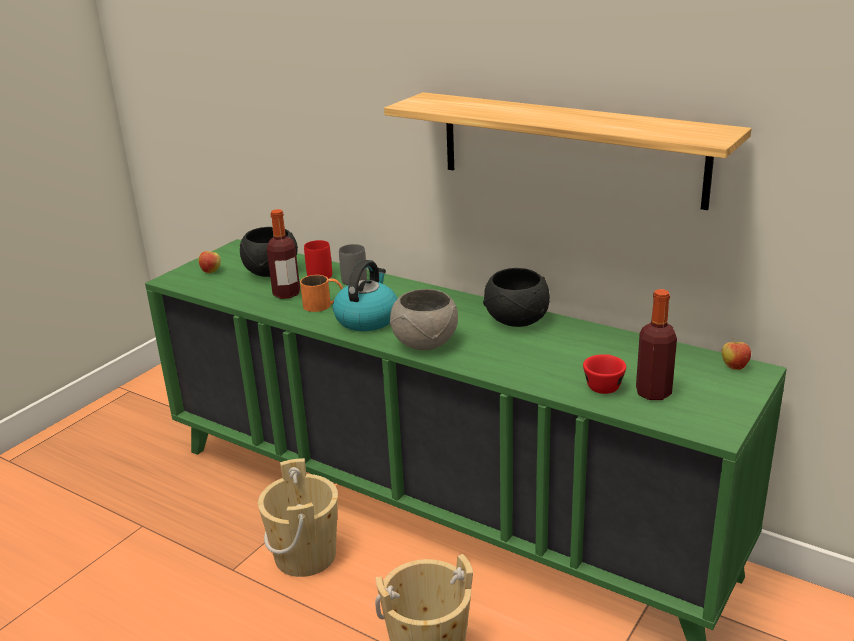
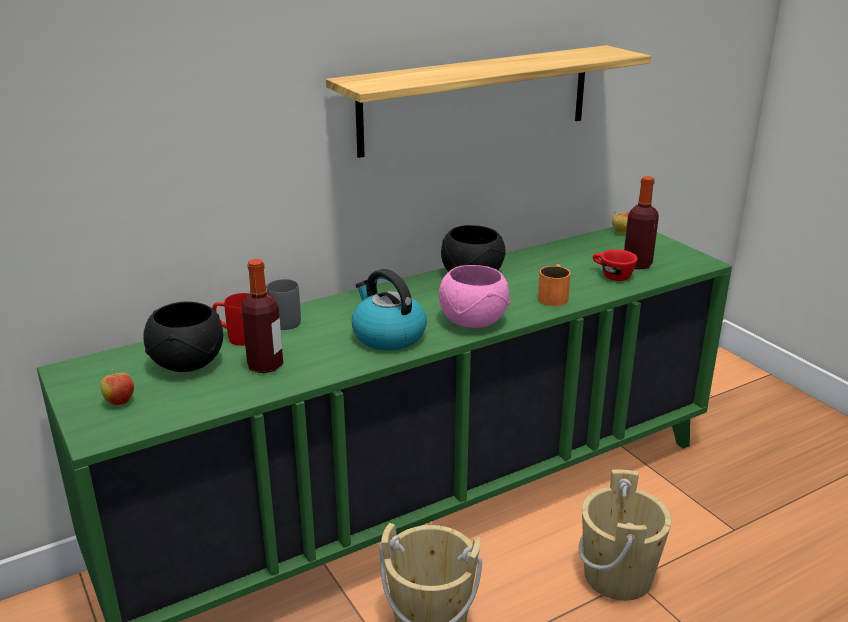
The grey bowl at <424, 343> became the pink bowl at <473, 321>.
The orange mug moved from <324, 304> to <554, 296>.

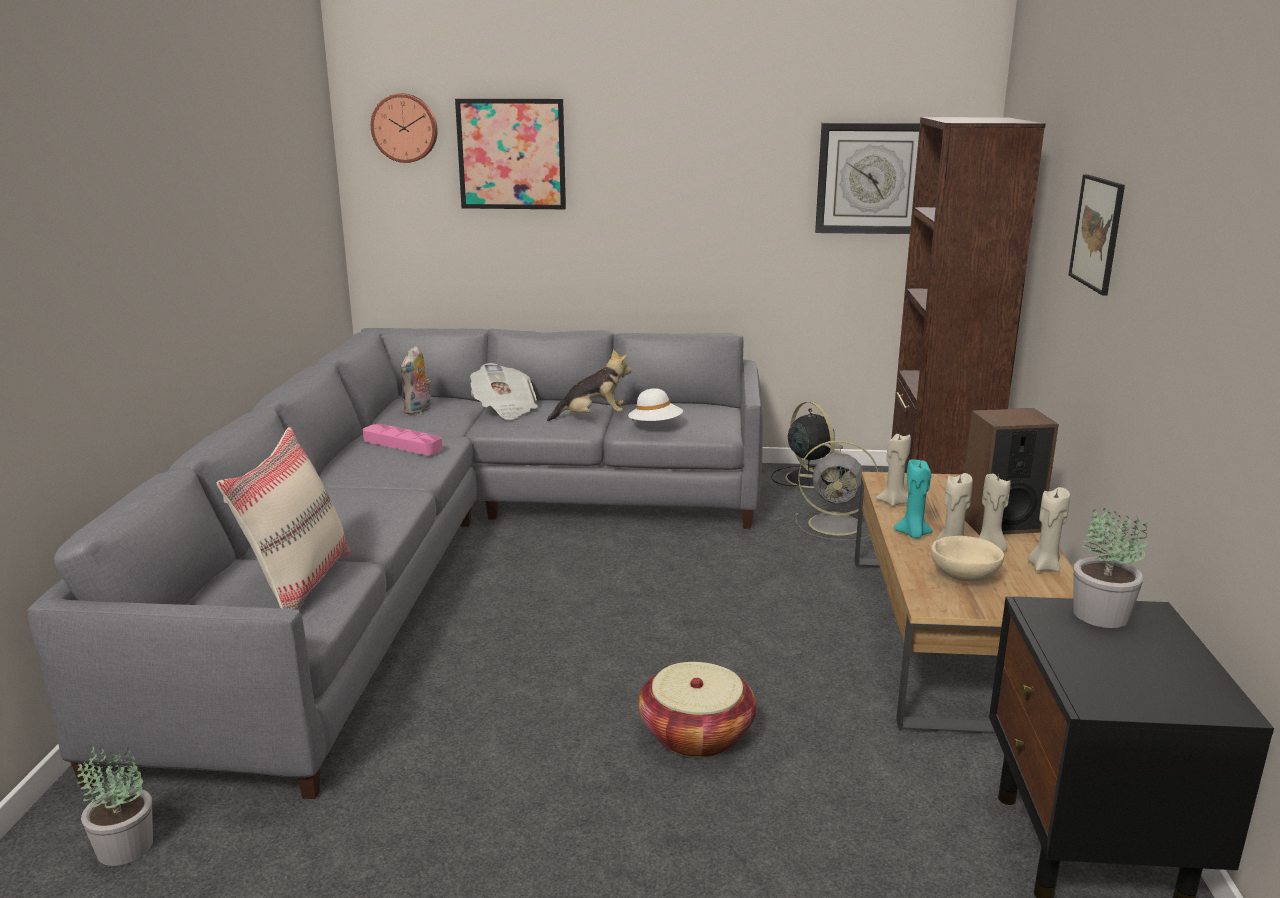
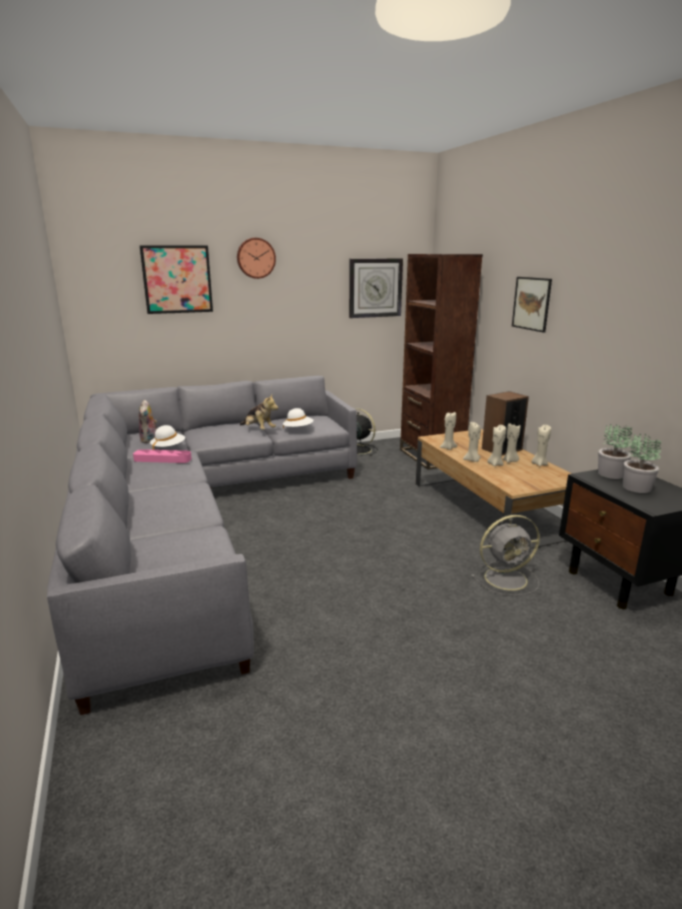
The white hat at <168, 448> appeared.
The wall clock moved from <405, 128> to <255, 258>.
The plush toy at <592, 417> turned 75 degrees clockwise.
The turquoise candle at <913, 534> became the beige candle at <472, 460>.
The grey fan moved from <837, 525> to <507, 578>.
The potted plant moved from <123, 847> to <636, 488>.
The beige pillow at <299, 583> disappeared.
The newspaper at <504, 409> disappeared.
The basket at <696, 734> disappeared.
The beige bowl at <965, 576> disappeared.

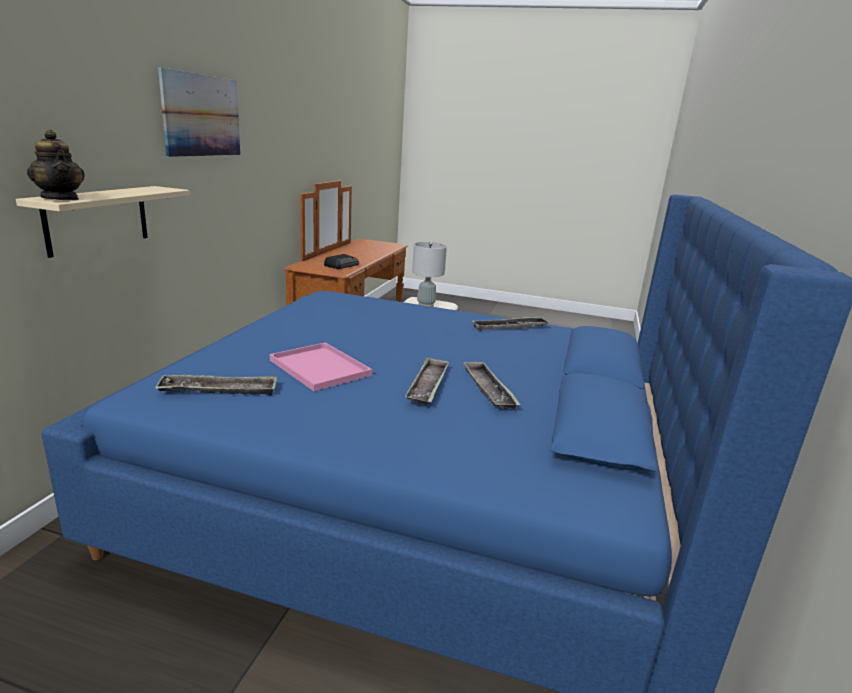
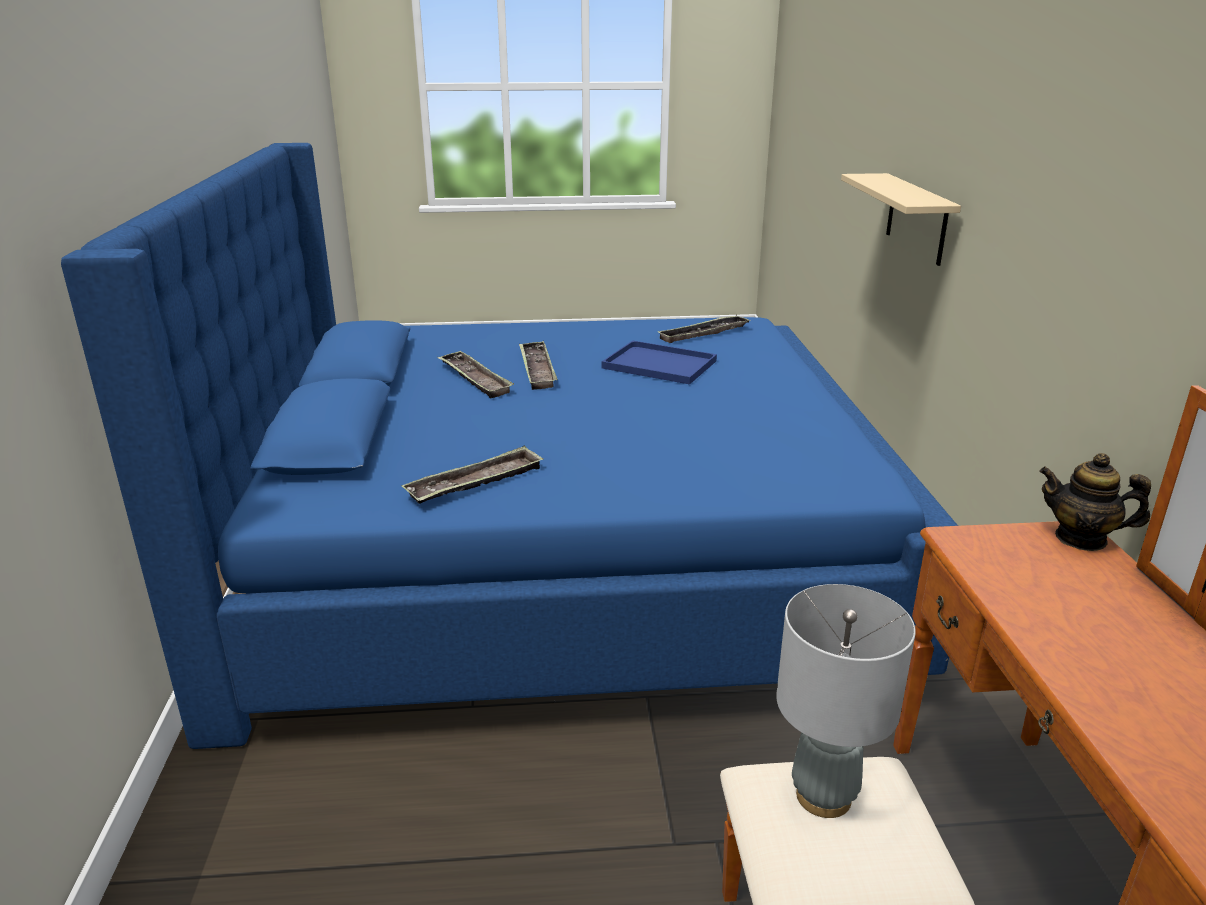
The pink tray at <318, 367> became the blue tray at <661, 364>.
The teapot moved from <61, 198> to <1081, 538>.
The picture at <202, 115> disappeared.
The radio at <342, 265> disappeared.

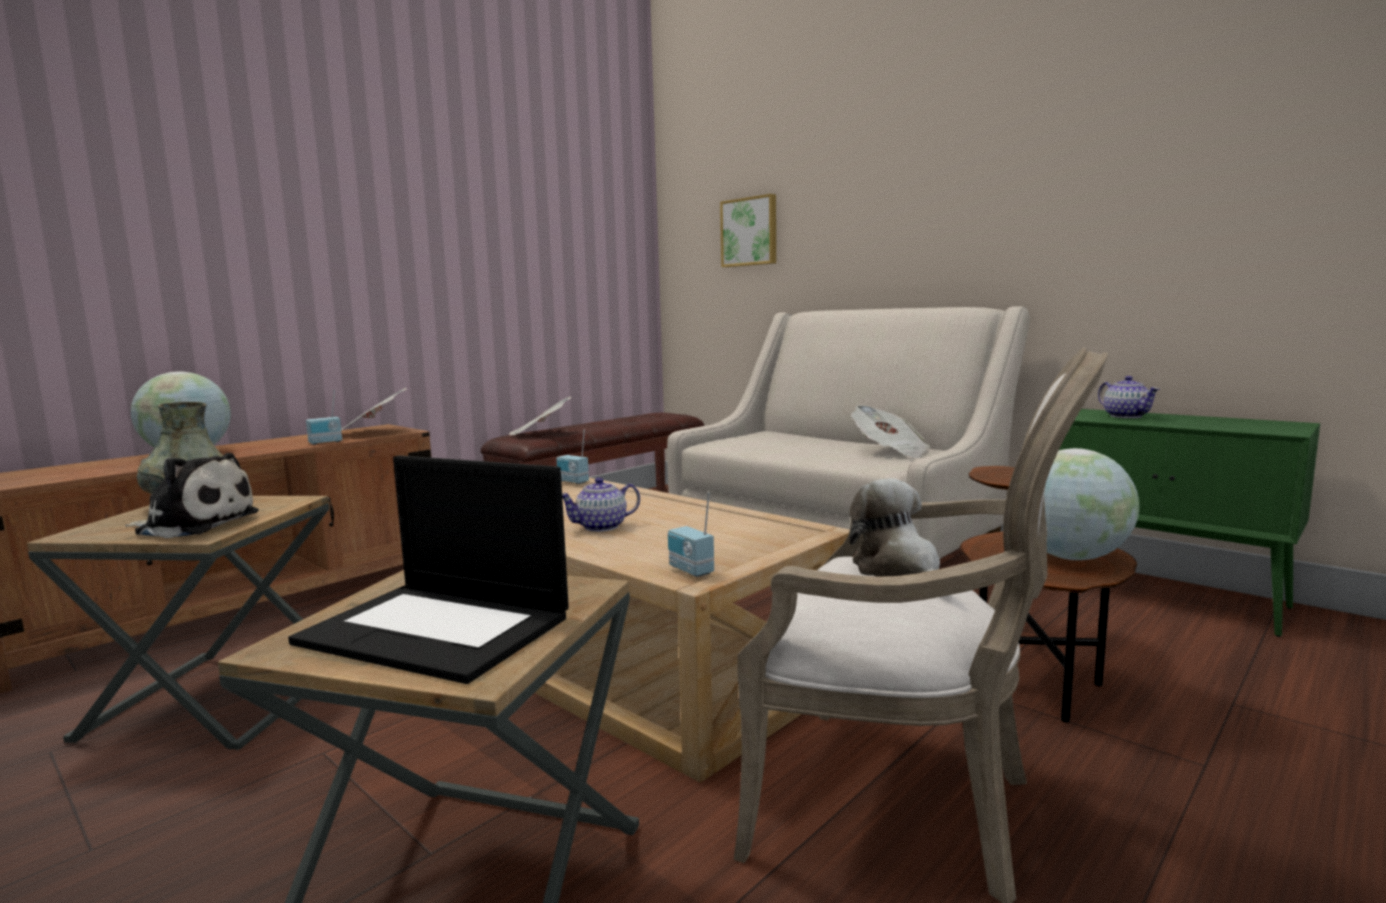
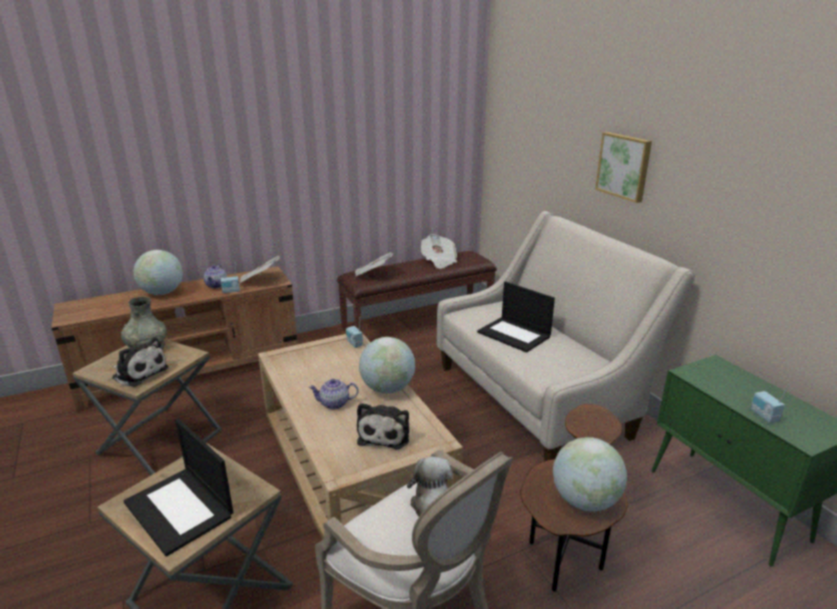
The teapot moved from <1125, 416> to <217, 285>.
The plush toy at <385, 434> appeared.
The globe at <387, 388> appeared.
The newspaper moved from <890, 452> to <438, 261>.
The laptop at <515, 334> appeared.
The picture moved from <750, 232> to <624, 166>.
The radio moved from <690, 570> to <763, 416>.

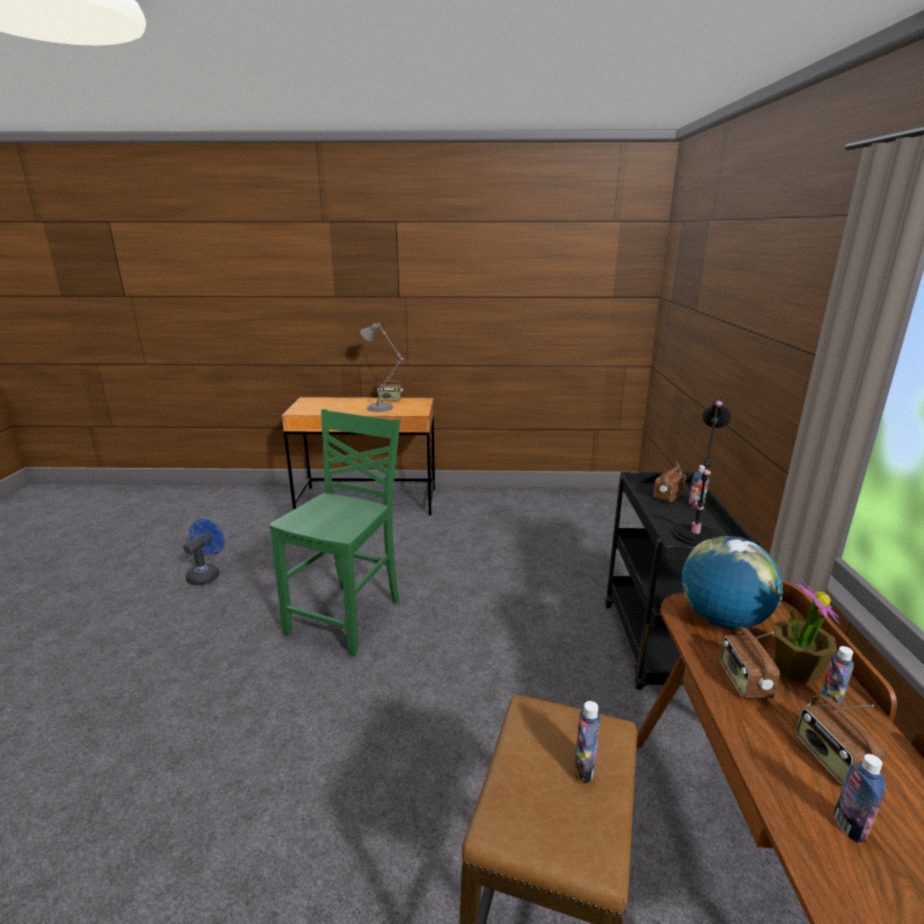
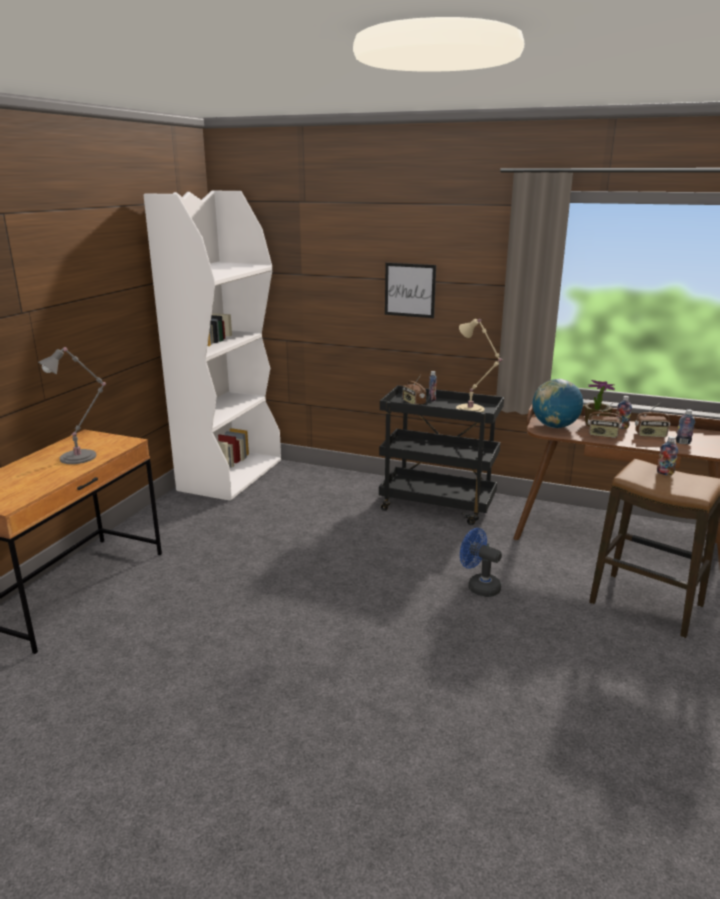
The white bookcase at <231, 474> appeared.
The picture at <410, 290> appeared.
The black table lamp at <694, 537> became the beige table lamp at <472, 410>.
The blue fan moved from <206, 574> to <479, 586>.
The green chair at <348, 616> disappeared.
The radio at <390, 399> disappeared.

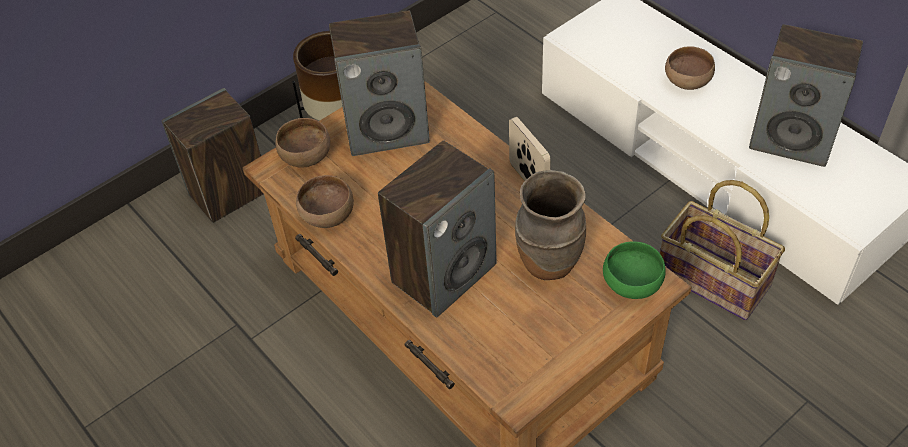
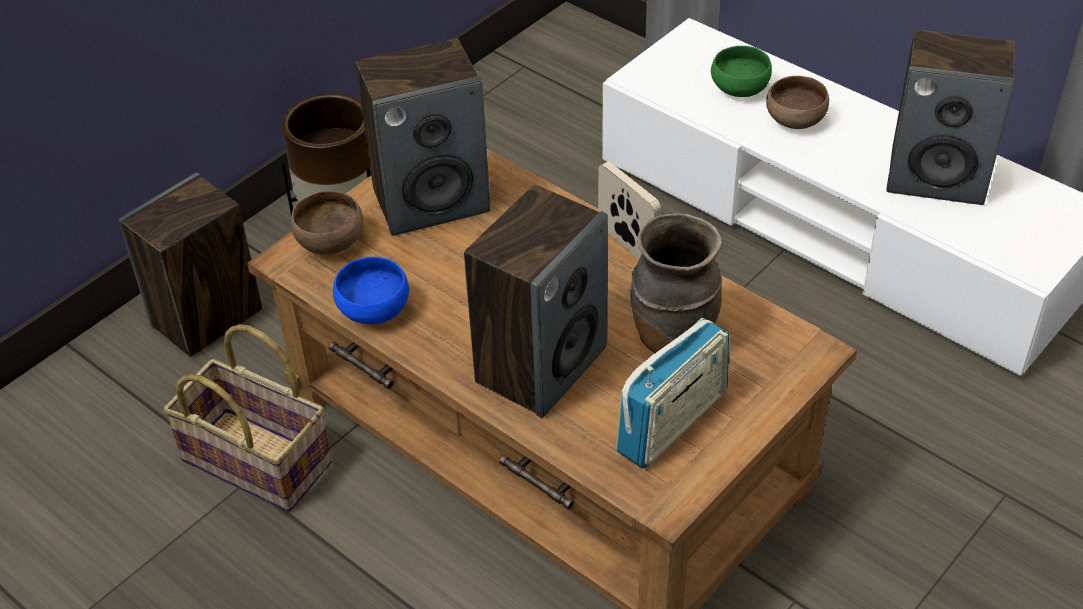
The basket moved from <714, 278> to <259, 460>.
The brown bowl at <326, 215> became the blue bowl at <372, 310>.
The radio at <672, 423> appeared.
The green bowl moved from <631, 284> to <738, 89>.

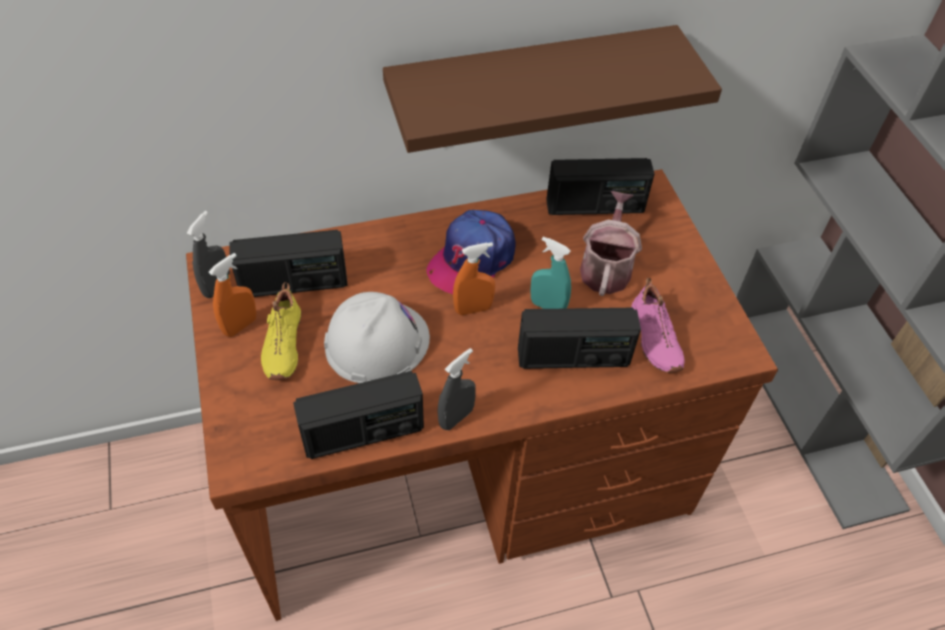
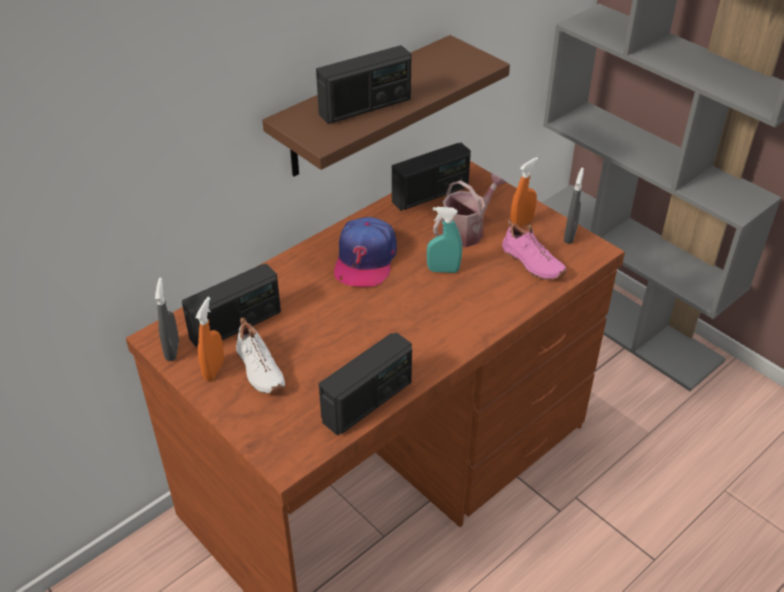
The yellow shoe at <281, 344> became the white shoe at <258, 370>.
The radio moved from <573, 357> to <365, 107>.
The watering can at <606, 267> turned 60 degrees clockwise.
The orange spray bottle moved from <473, 309> to <521, 223>.
The grey spray bottle moved from <456, 417> to <570, 236>.
The white hard hat at <377, 341> disappeared.

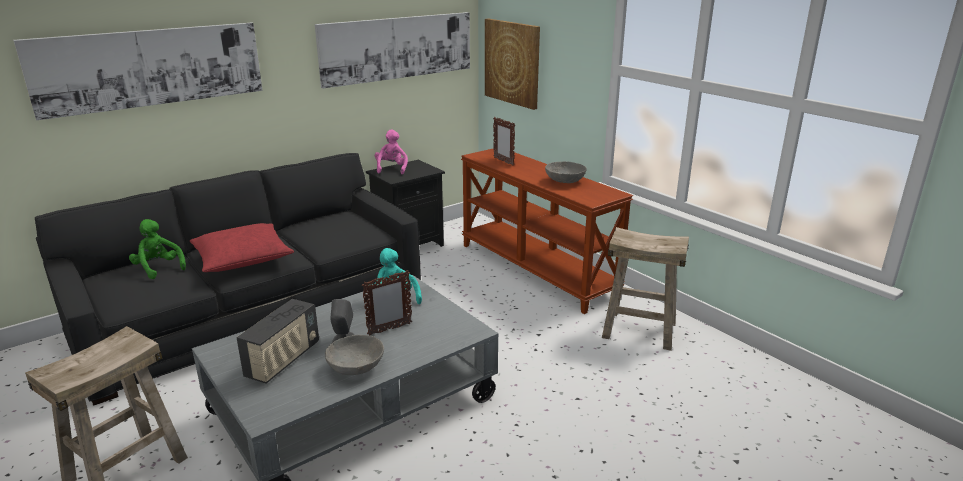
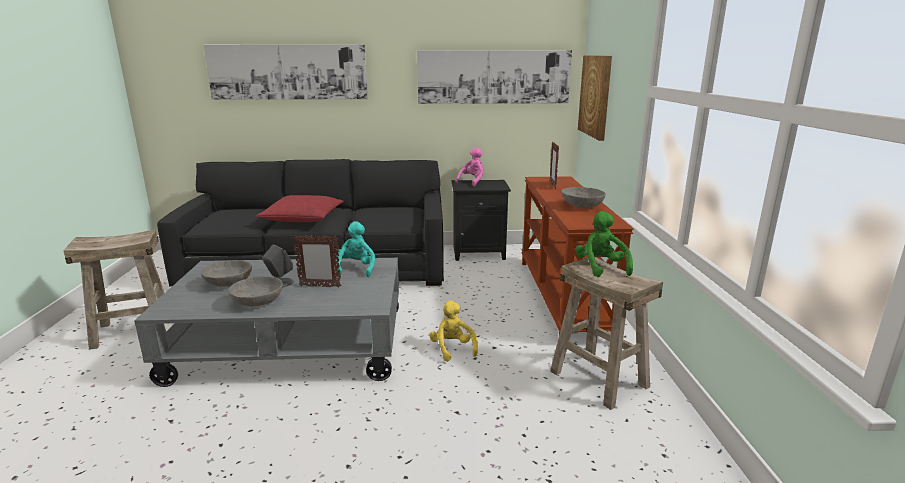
The radio at <283, 360> was replaced by the grey bowl at <228, 283>.
The yellow plush toy at <452, 349> appeared.
The green plush toy moved from <158, 268> to <600, 268>.

